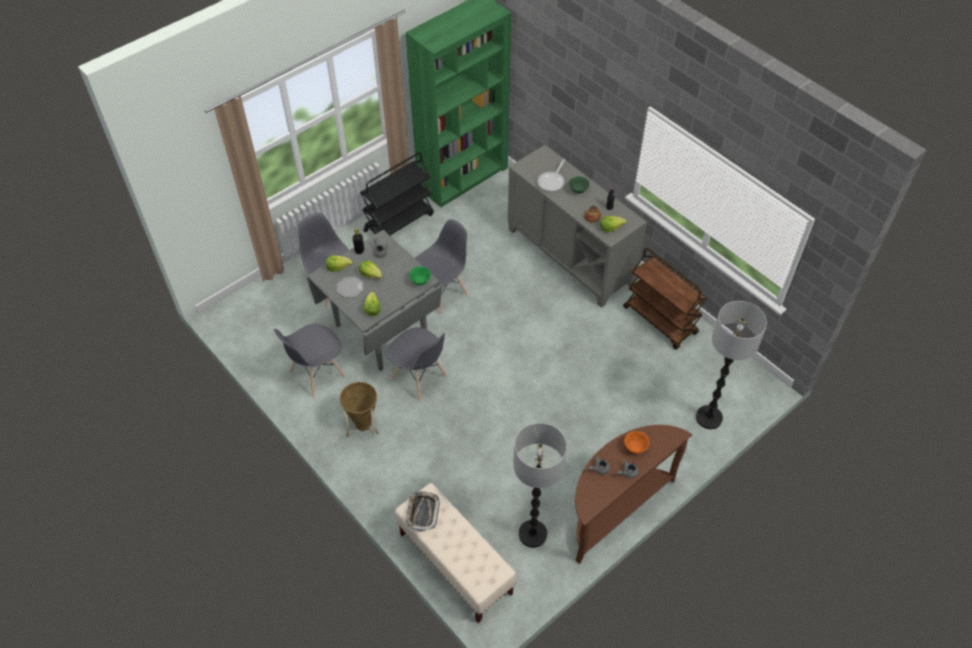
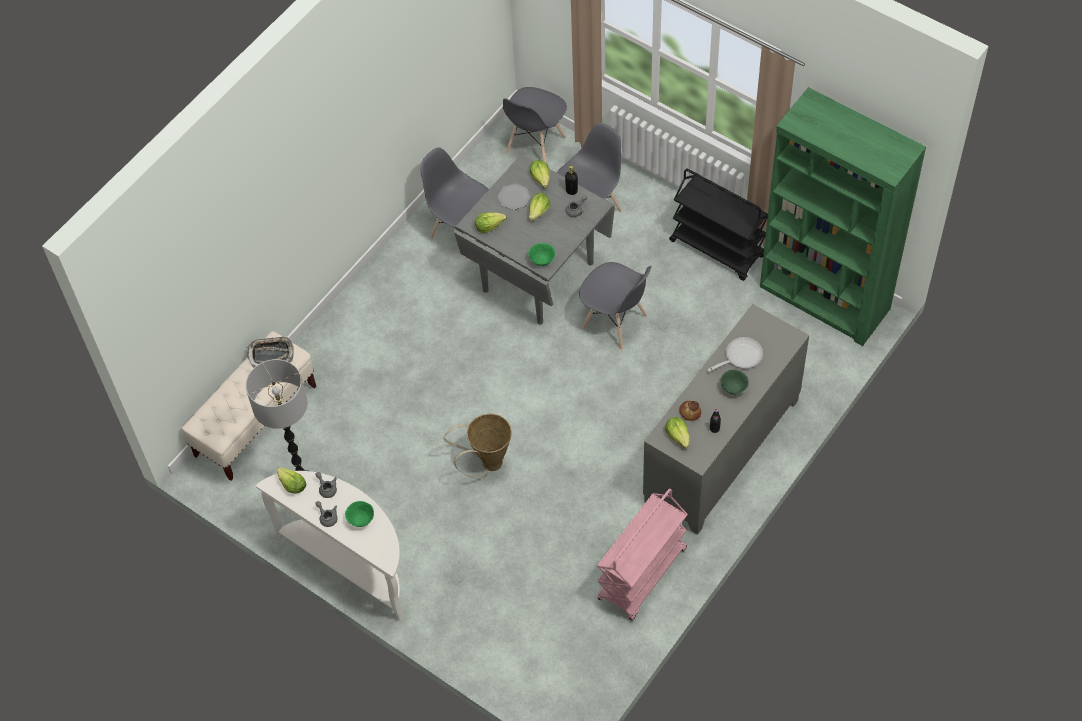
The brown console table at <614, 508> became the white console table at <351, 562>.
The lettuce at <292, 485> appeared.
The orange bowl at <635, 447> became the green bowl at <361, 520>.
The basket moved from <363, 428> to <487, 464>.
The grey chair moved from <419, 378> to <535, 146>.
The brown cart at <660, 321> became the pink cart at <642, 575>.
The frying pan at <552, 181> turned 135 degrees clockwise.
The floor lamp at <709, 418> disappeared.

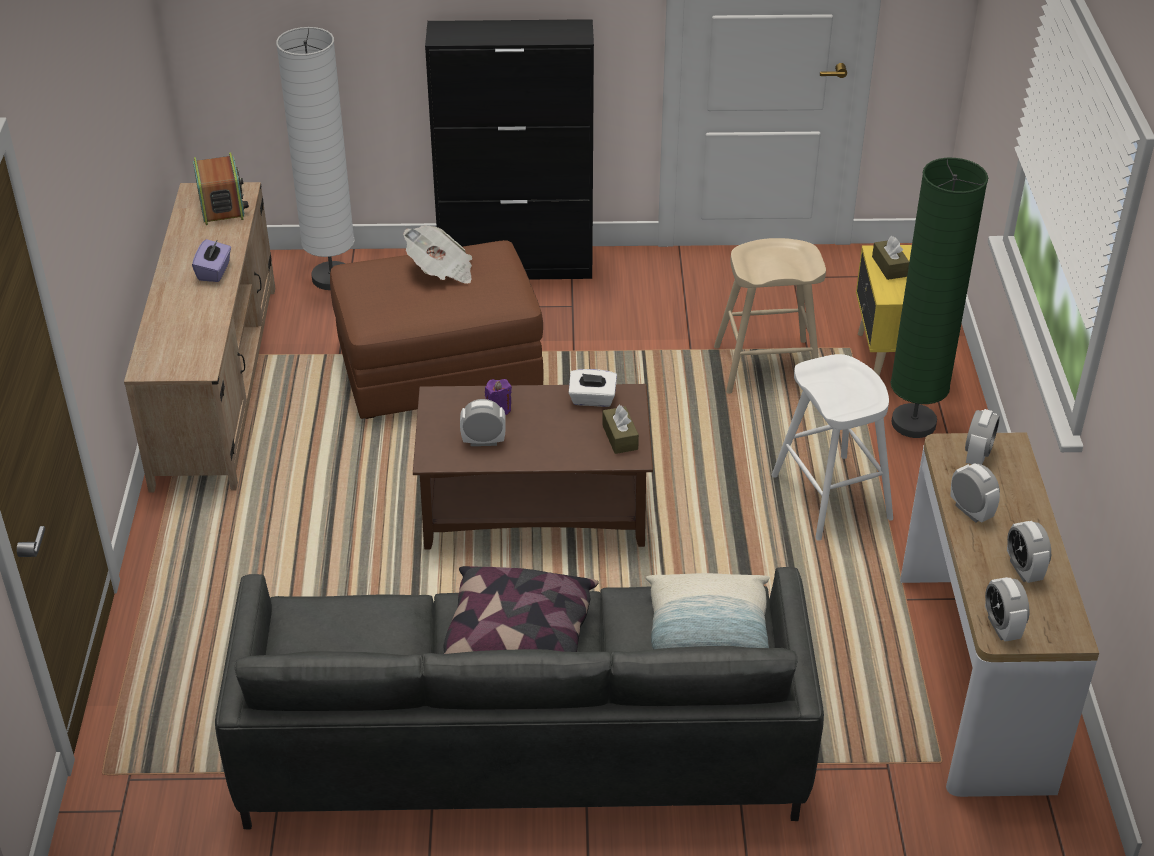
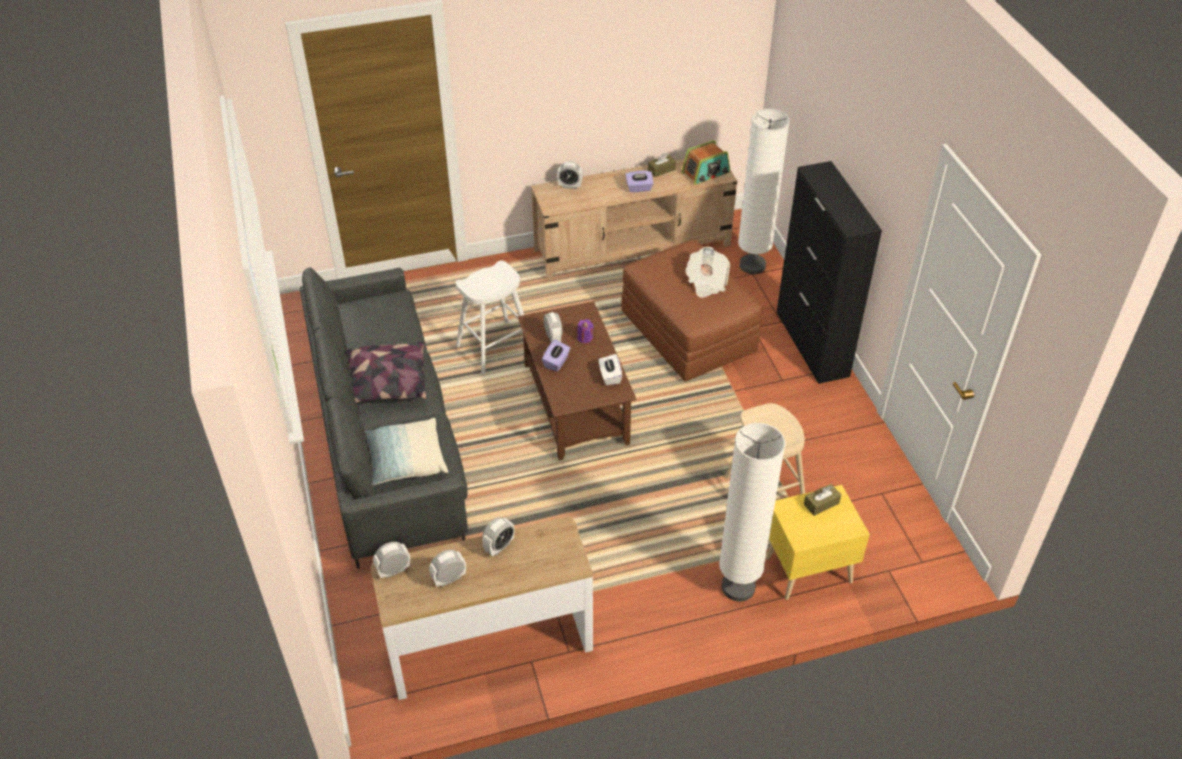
The white stool moved from <831, 497> to <495, 347>.
The purple tissue box at <556, 362> appeared.
The alarm clock moved from <977, 456> to <570, 186>.
The brown tissue box moved from <620, 437> to <661, 170>.
The green floor lamp at <913, 423> became the white floor lamp at <738, 587>.

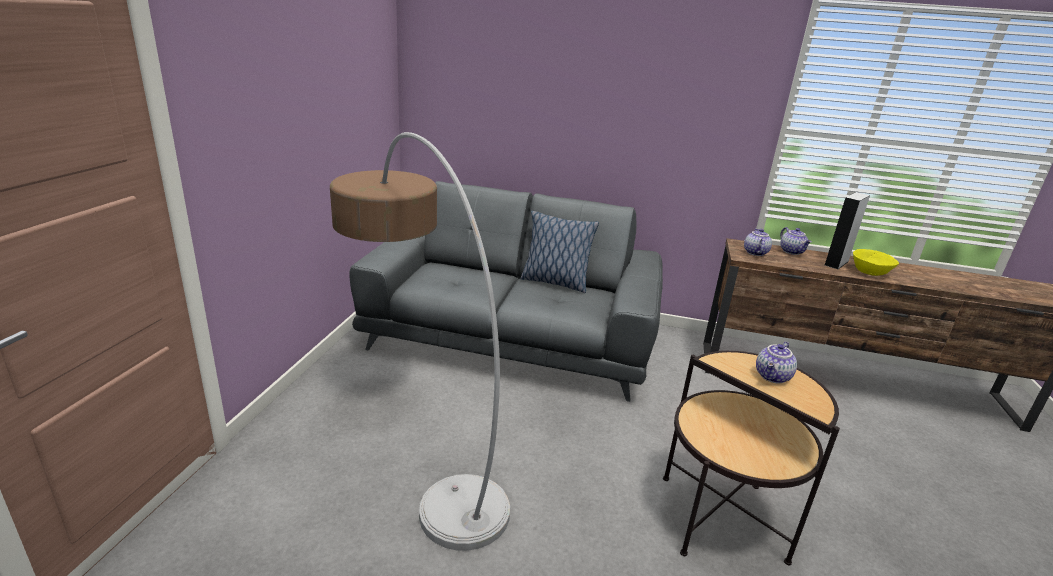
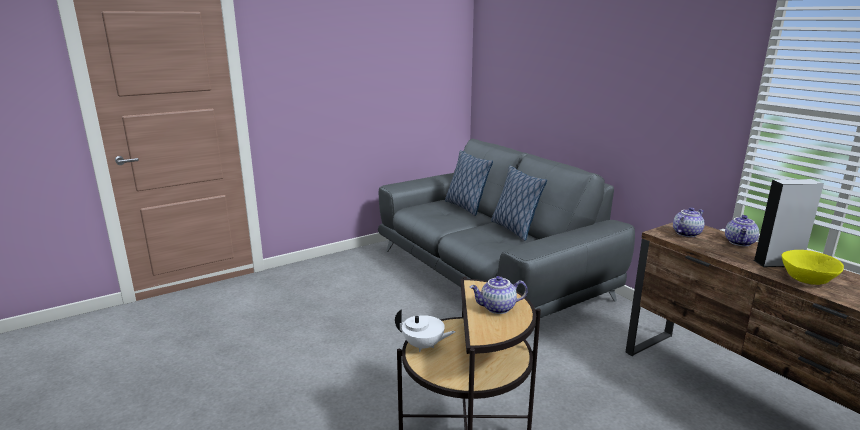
The white teapot at <423, 346> appeared.
The pillow at <466, 207> appeared.
The floor lamp at <417, 440> disappeared.

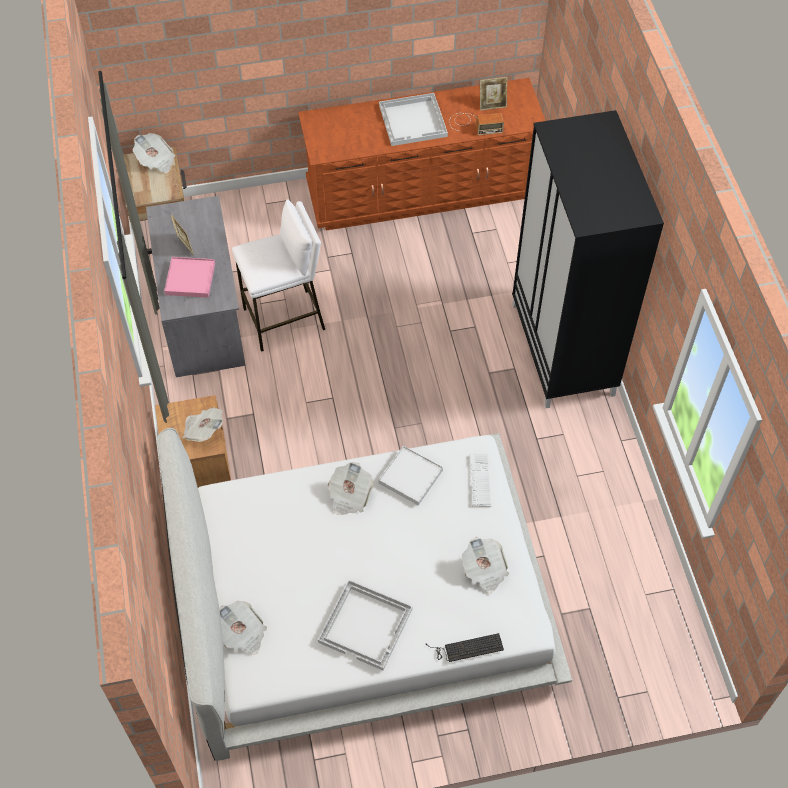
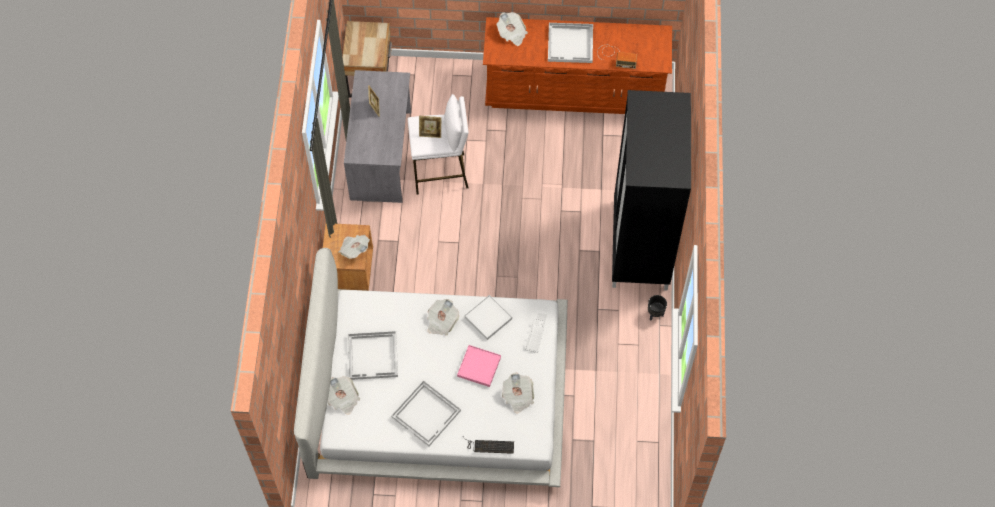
The white tray at <373, 356> appeared.
The picture frame moved from <492, 105> to <430, 133>.
The pink tray moved from <190, 279> to <479, 366>.
The newspaper moved from <156, 161> to <512, 34>.
The black planter at <655, 314> appeared.

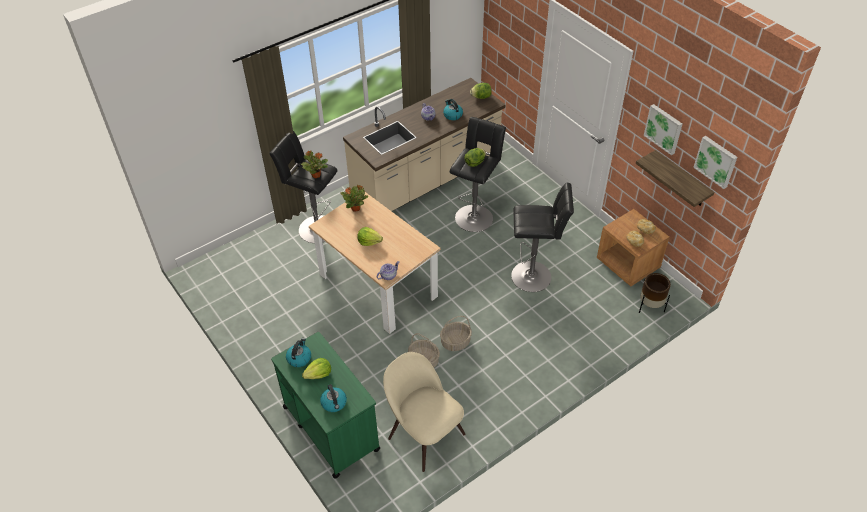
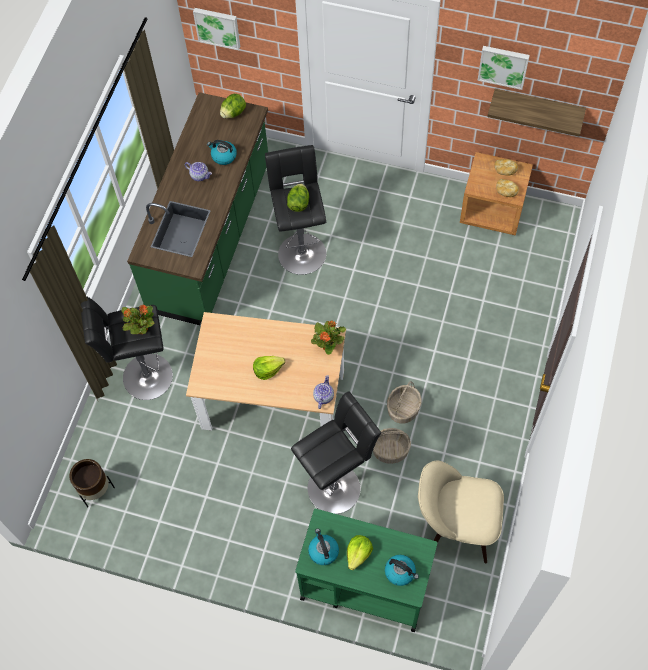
The brown planter moved from <650, 307> to <96, 490>.
The beige counter at <426, 180> became the green counter at <212, 238>.
The picture moved from <716, 161> to <217, 27>.
The black stool moved from <534, 276> to <337, 485>.
The potted plant moved from <356, 208> to <328, 345>.

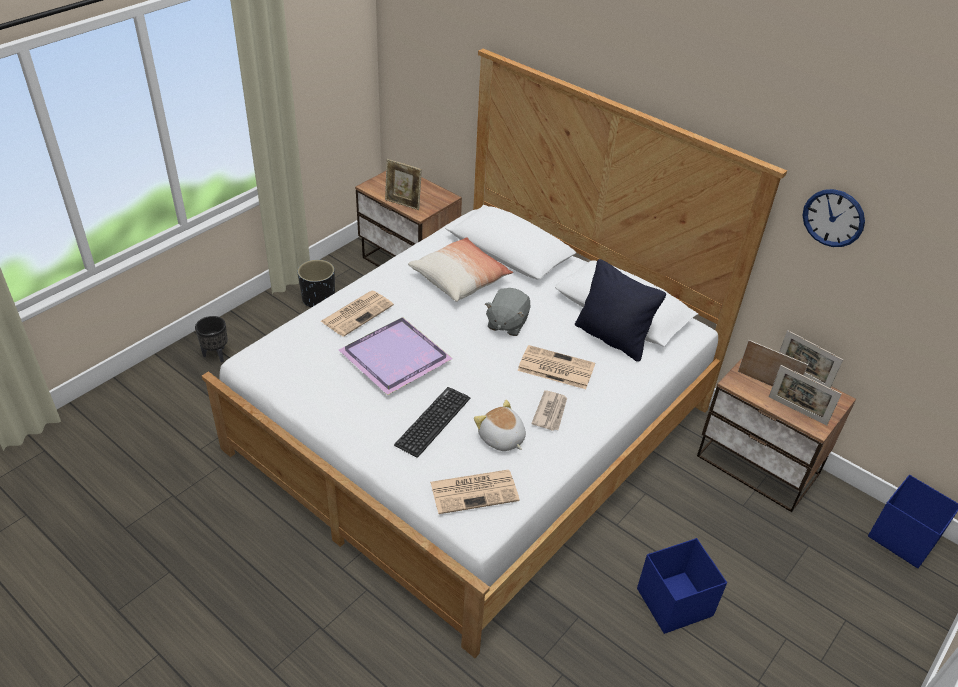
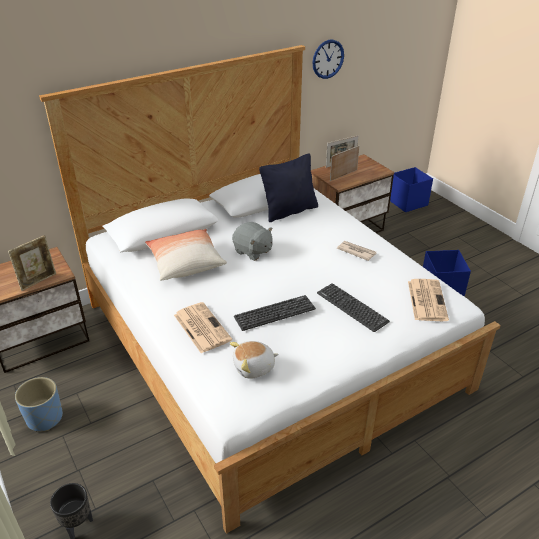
The black planter at <319, 299> became the blue planter at <44, 418>.
The plush toy moved from <501, 439> to <254, 367>.
The purple tray at <395, 358> was replaced by the keyboard at <275, 313>.
The newspaper at <555, 368> disappeared.
The picture frame at <797, 411> disappeared.

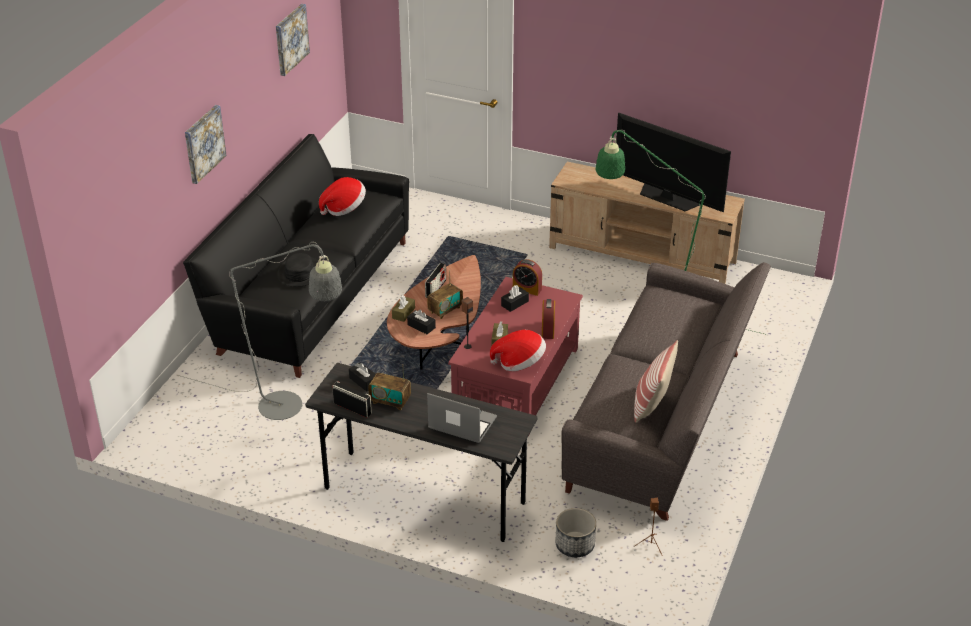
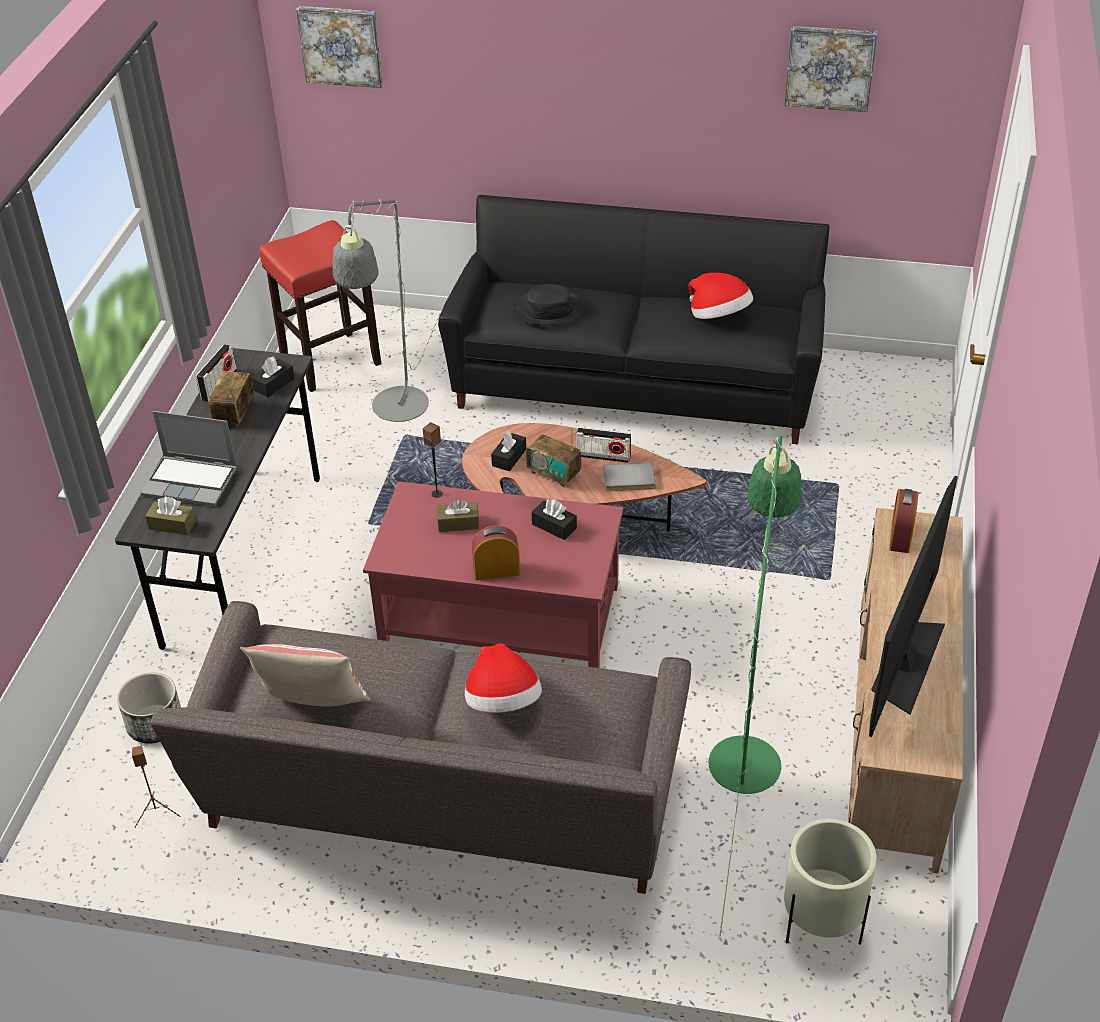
The laptop at <461, 424> turned 90 degrees clockwise.
The brown tissue box moved from <403, 313> to <172, 525>.
The red stool at <329, 362> appeared.
The picture moved from <203, 143> to <341, 45>.
The hat moved from <519, 363> to <503, 702>.
The grey book at <629, 480> appeared.
The beige planter at <821, 925> appeared.
The alarm clock moved from <527, 289> to <900, 536>.

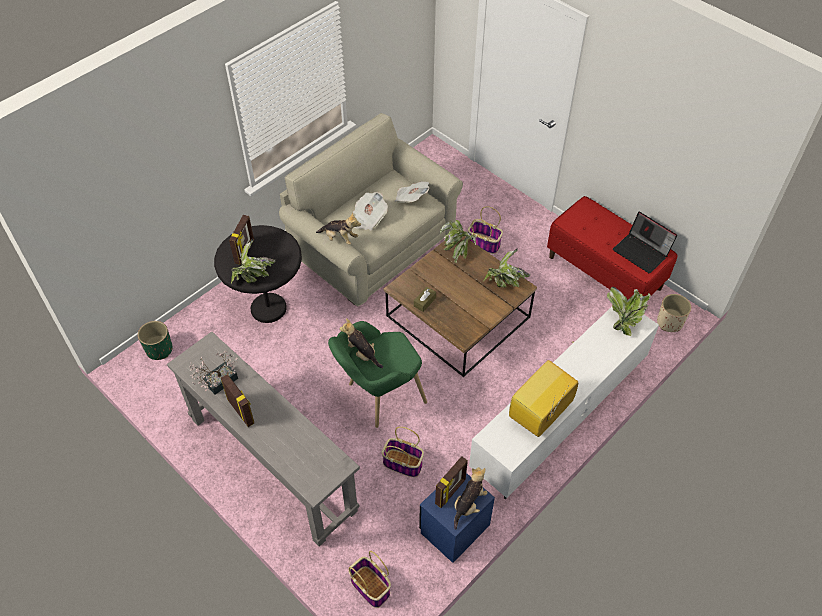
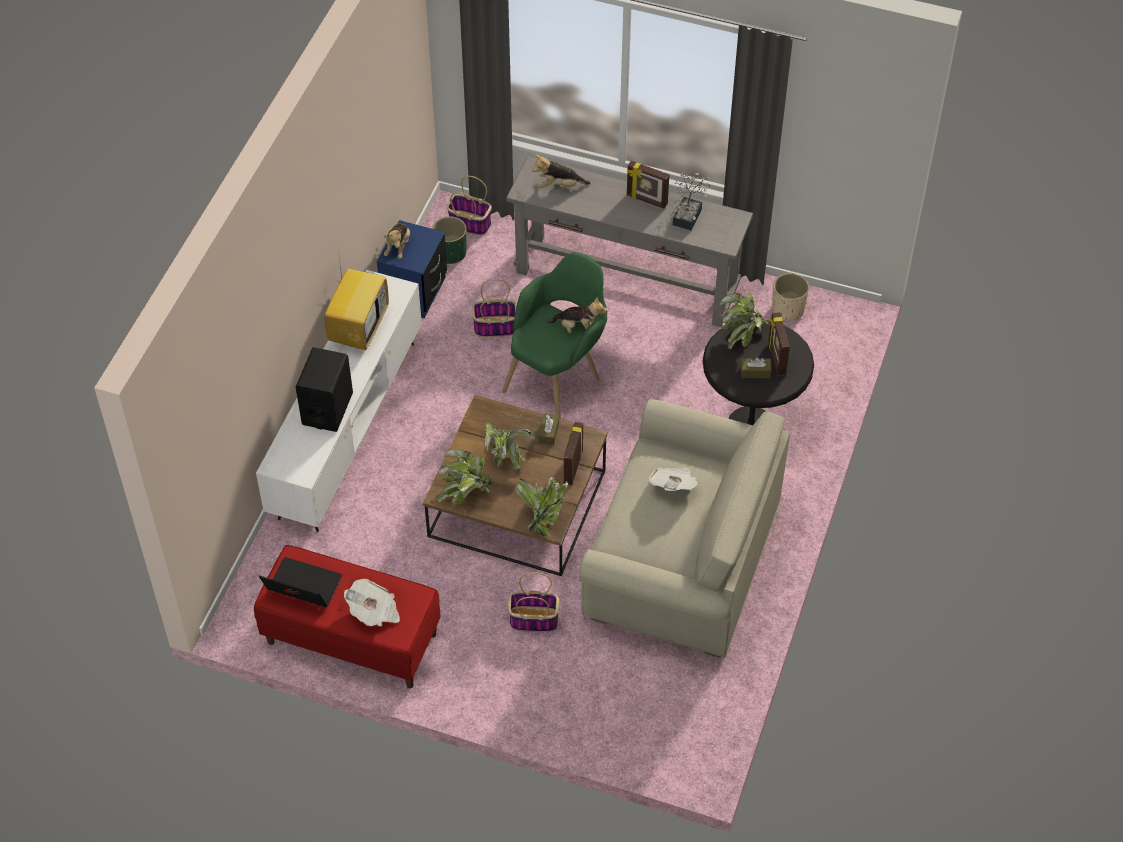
The black speaker at <327, 408> appeared.
The newspaper moved from <411, 198> to <374, 612>.
The green planter moved from <159, 349> to <451, 253>.
The potted plant moved from <624, 319> to <506, 457>.
The plush toy moved from <339, 238> to <559, 185>.
The picture frame moved from <451, 492> to <572, 467>.
The brown tissue box at <755, 372> appeared.
The beige planter moved from <669, 322> to <788, 310>.

